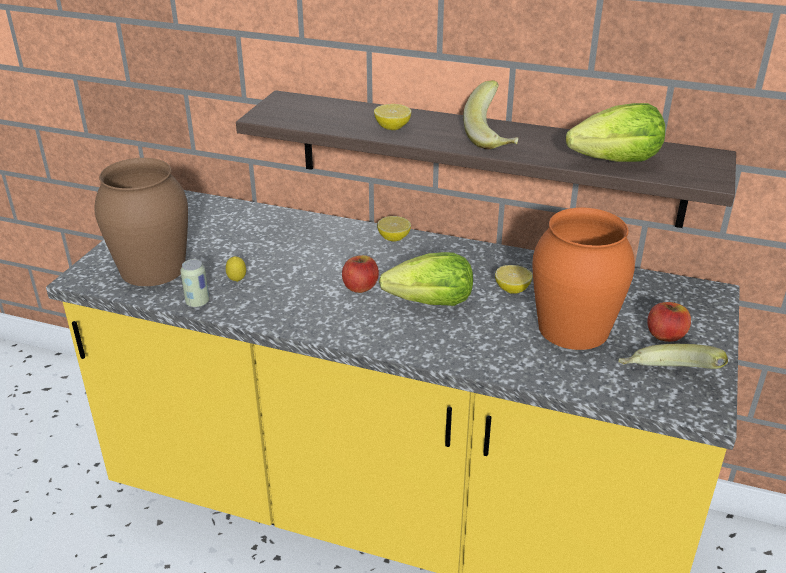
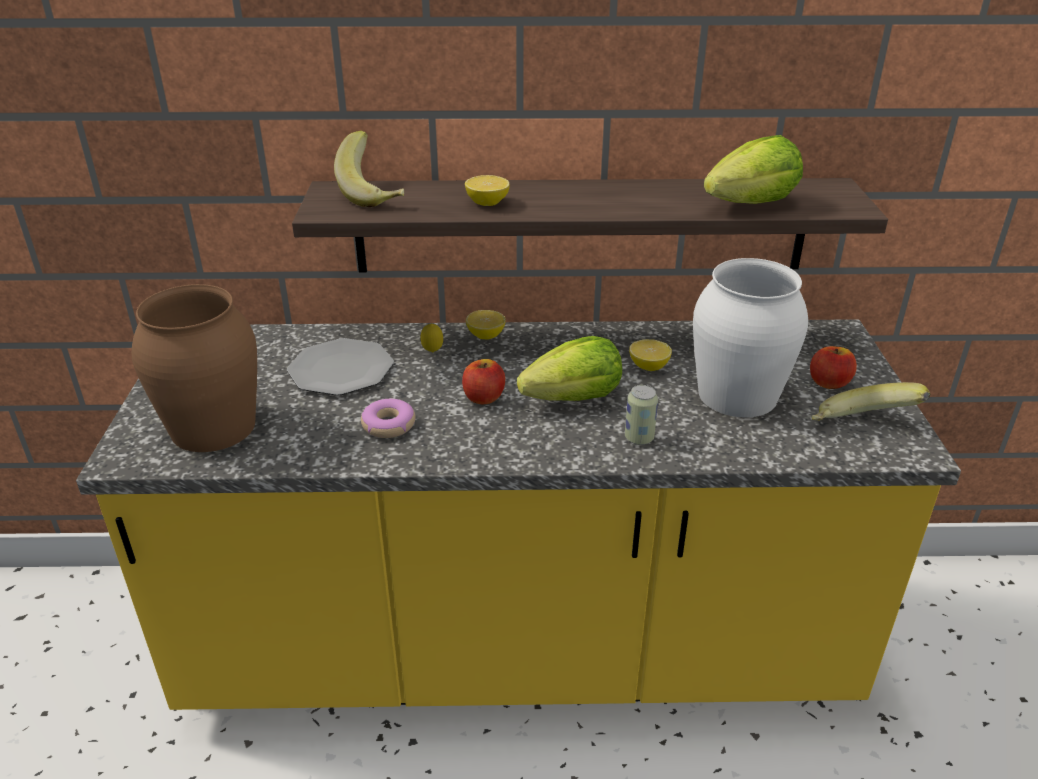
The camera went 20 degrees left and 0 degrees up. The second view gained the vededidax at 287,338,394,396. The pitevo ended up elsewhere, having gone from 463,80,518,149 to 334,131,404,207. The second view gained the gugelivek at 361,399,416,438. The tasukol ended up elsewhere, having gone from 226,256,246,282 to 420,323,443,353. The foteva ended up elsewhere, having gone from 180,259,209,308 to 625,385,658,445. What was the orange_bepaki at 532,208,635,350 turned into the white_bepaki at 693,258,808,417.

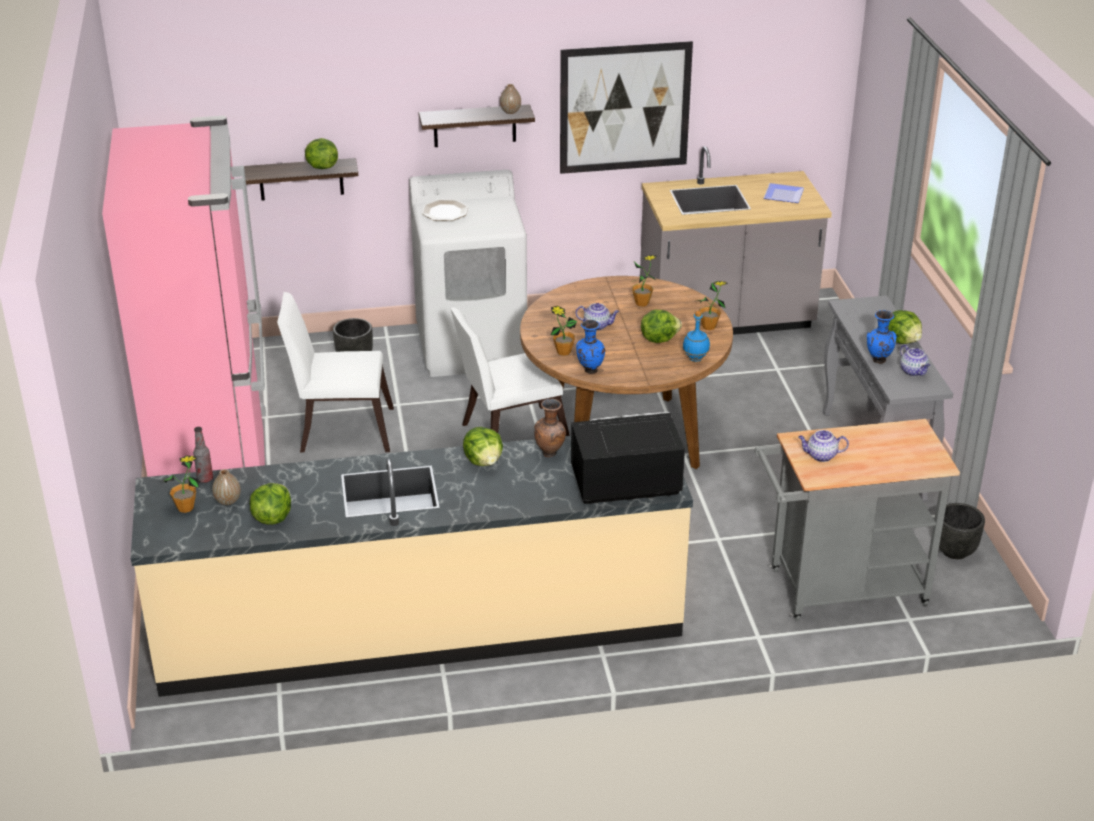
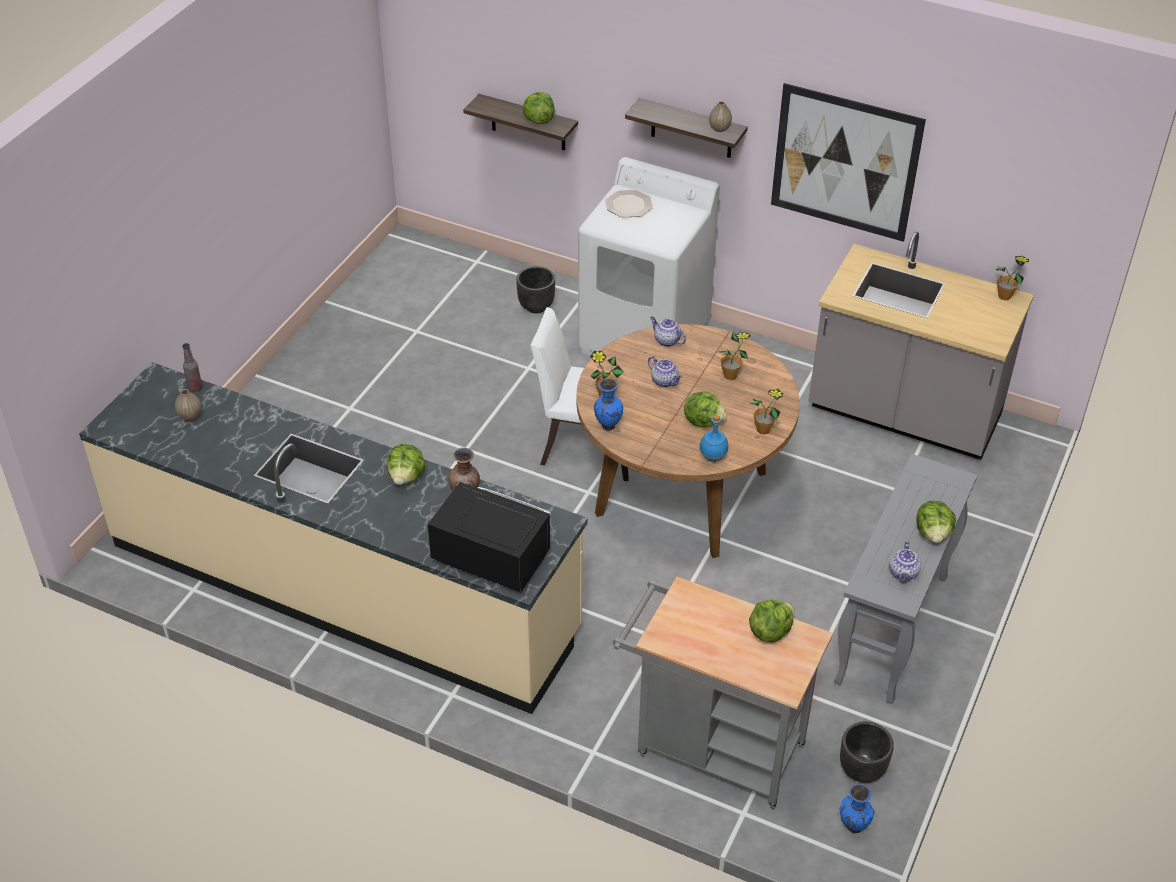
The camera went 35 degrees right and 10 degrees up. The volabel ended up elsewhere, having gone from 798,430,849,462 to 650,316,686,347. The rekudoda ended up elsewhere, having gone from 250,483,291,525 to 749,599,795,643. The blue_bepaki ended up elsewhere, having gone from 867,310,897,363 to 839,783,875,833. The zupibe ended up elsewhere, having gone from 164,456,199,513 to 996,255,1029,300. The second view lost the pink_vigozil at 102,116,266,477. The second view lost the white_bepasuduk at 277,292,394,452. The second view lost the vededidax at 764,183,804,203.

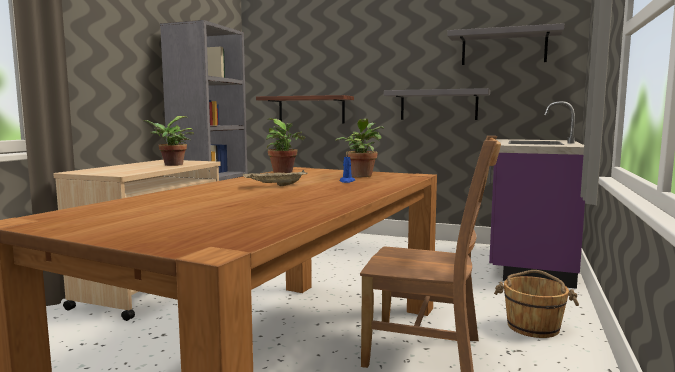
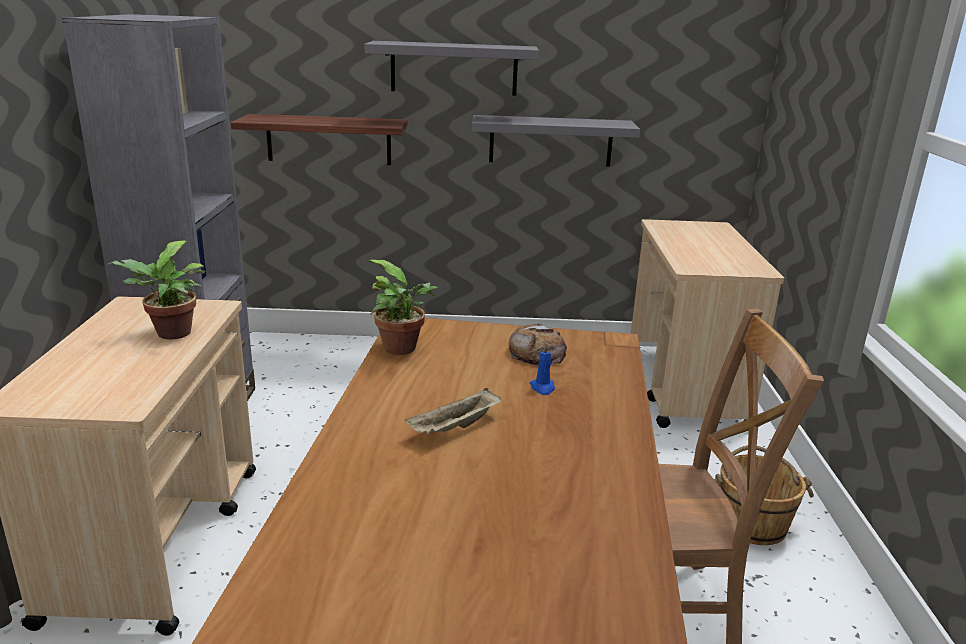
The camera went 20 degrees left and 15 degrees up. The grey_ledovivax ended up elsewhere, having gone from 447,23,564,65 to 364,41,539,96. Where the zupibe stood at 335,119,384,177, the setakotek came to stand at 509,323,567,365. Where the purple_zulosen stood at 489,101,585,289, the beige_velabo came to stand at 631,219,784,428.

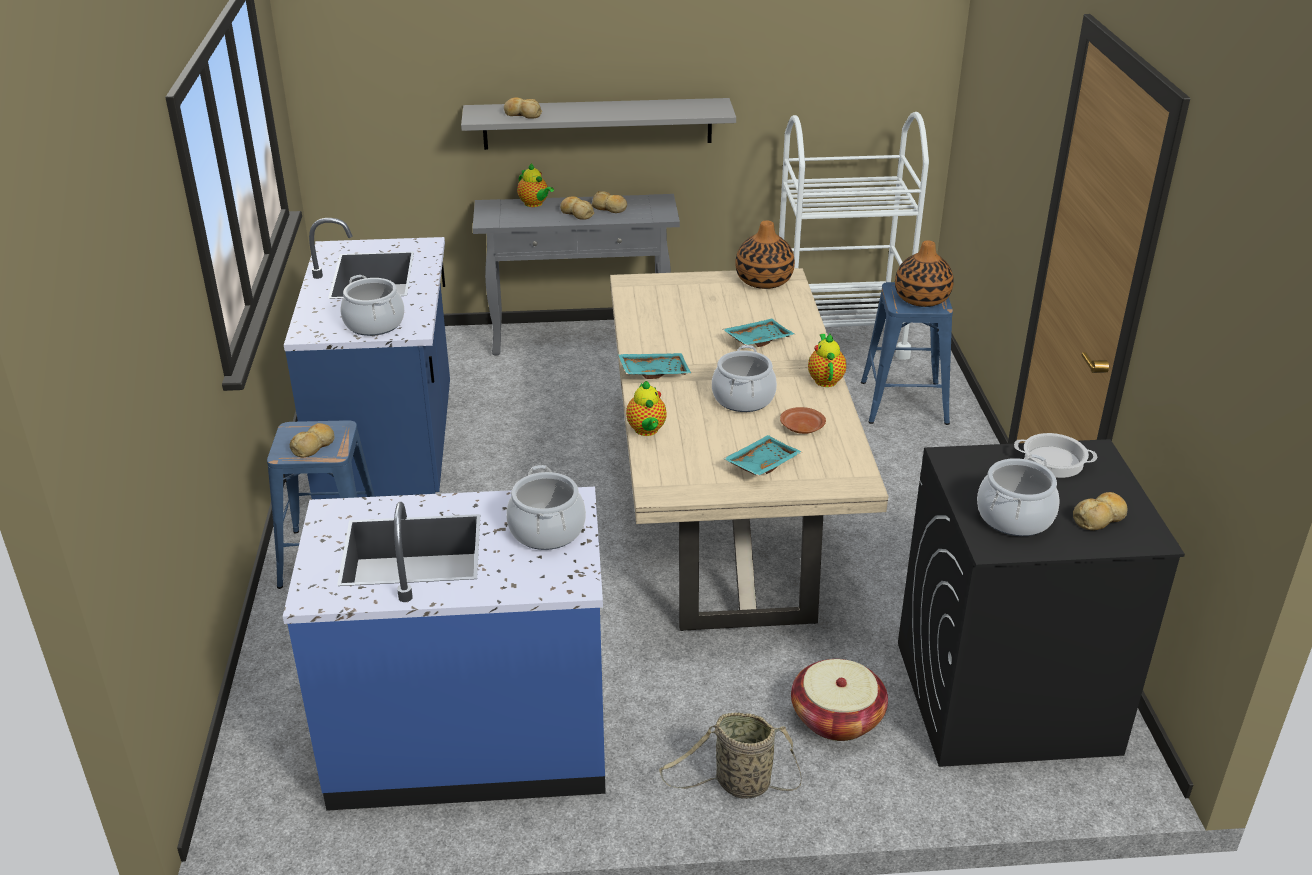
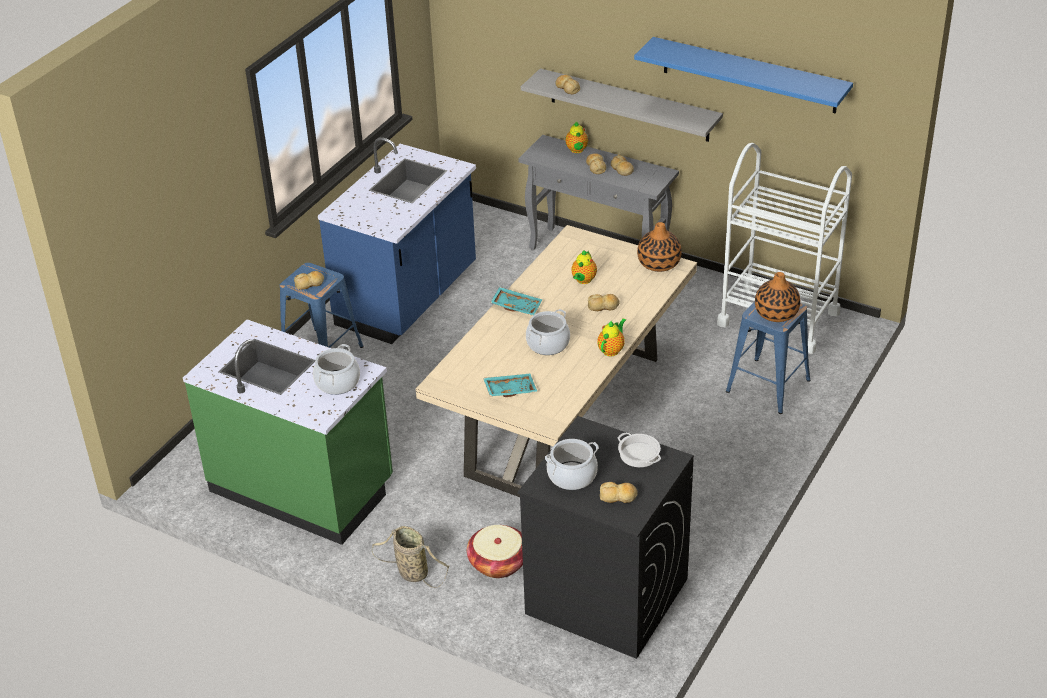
The camera went 35 degrees right and 5 degrees up. What was the blue_zulosen at 283,487,606,811 turned into the green_zulosen at 183,319,393,545. The volabel ended up elsewhere, having gone from 626,381,667,436 to 571,250,597,284. Where the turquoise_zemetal stood at 723,319,796,347, the setakotek came to stand at 588,294,619,311. The second view gained the blue_ledovivax at 634,37,853,114. The second view lost the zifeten at 341,275,404,336. The second view lost the brown_vededidax at 780,407,826,434.

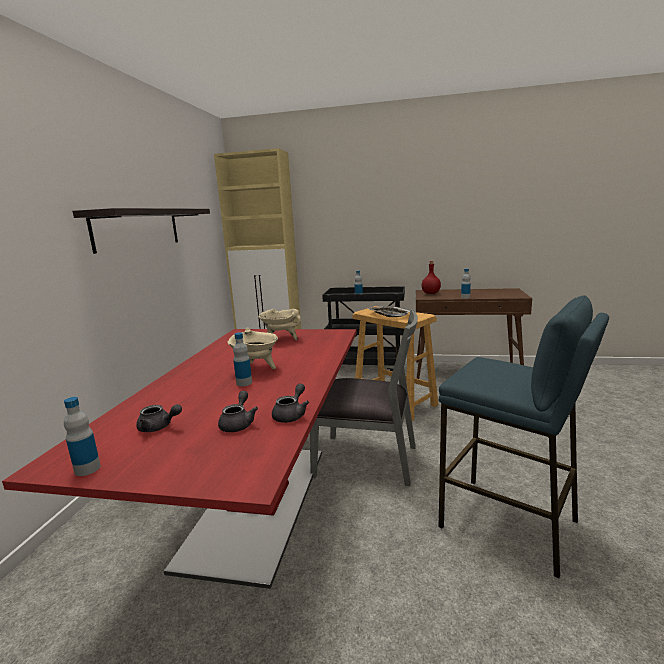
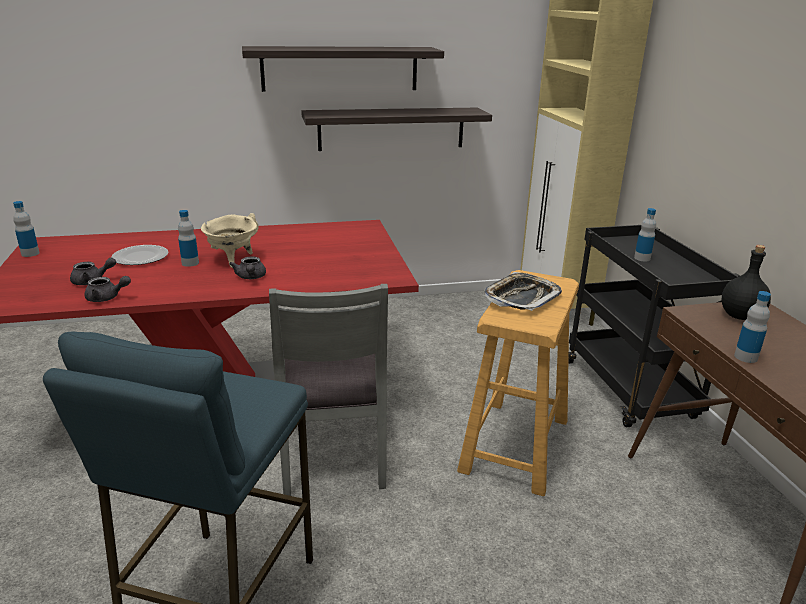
The camera went 65 degrees right and 10 degrees up. The second view gained the vededidax at 111,245,169,265. The grey_volabel ended up elsewhere, having gone from 136,404,182,432 to 230,256,266,279. The second view gained the ledovivax at 301,108,492,151. What was the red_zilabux at 422,261,441,294 turned into the black_zilabux at 722,245,771,320. The second view lost the beige_zifeten at 258,309,301,340.

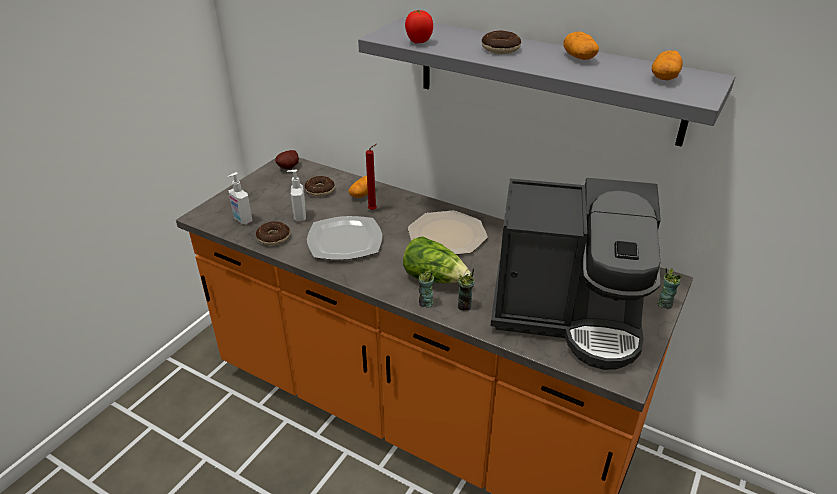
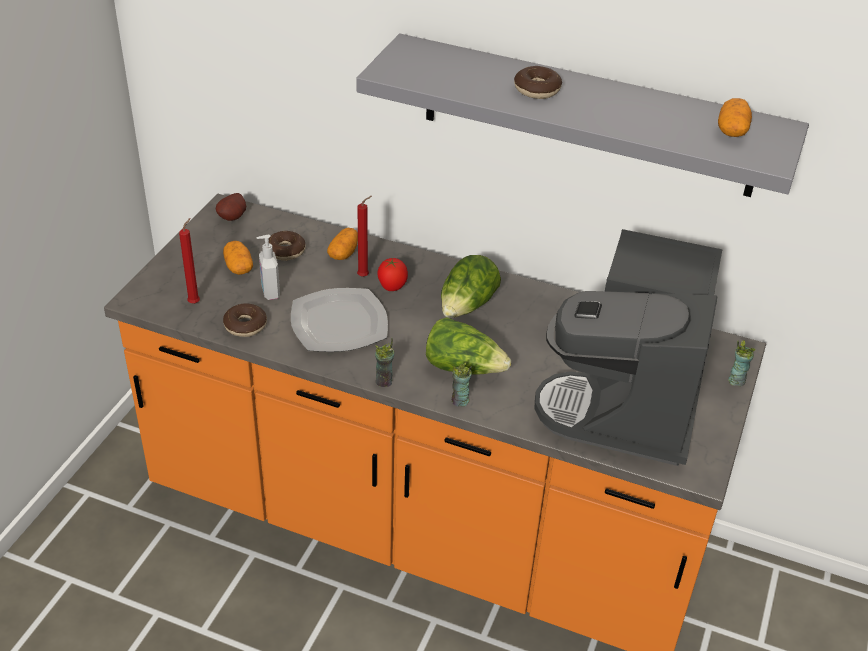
The camera went 10 degrees left and 5 degrees up. Where the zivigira stood at 228,172,253,224, the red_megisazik came to stand at 179,218,200,304. The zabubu ended up elsewhere, having gone from 564,31,599,60 to 223,241,253,275. The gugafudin ended up elsewhere, having gone from 458,269,475,311 to 375,338,394,387. The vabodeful ended up elsewhere, having gone from 405,10,433,43 to 377,258,408,291. Where the vededidax stood at 408,211,488,255, the rekudoda came to stand at 441,255,501,318. The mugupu at 490,178,661,370 ended up facing another way, 105 degrees clockwise from before.

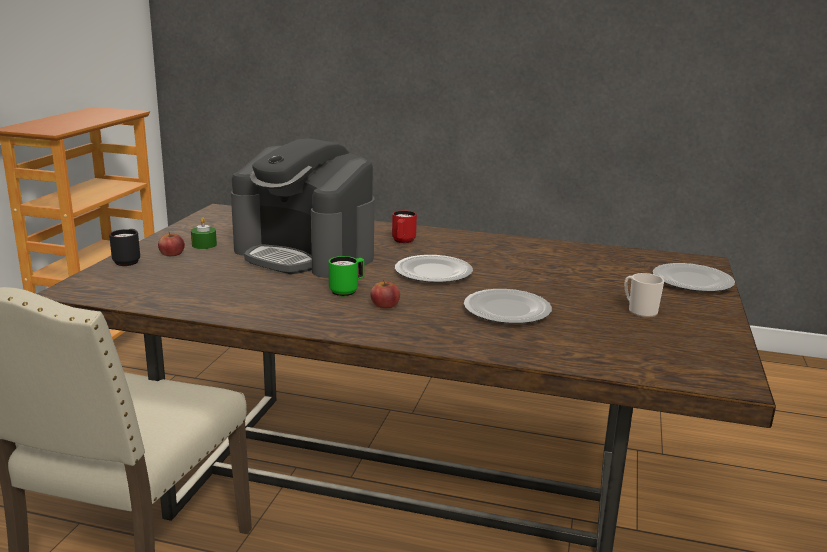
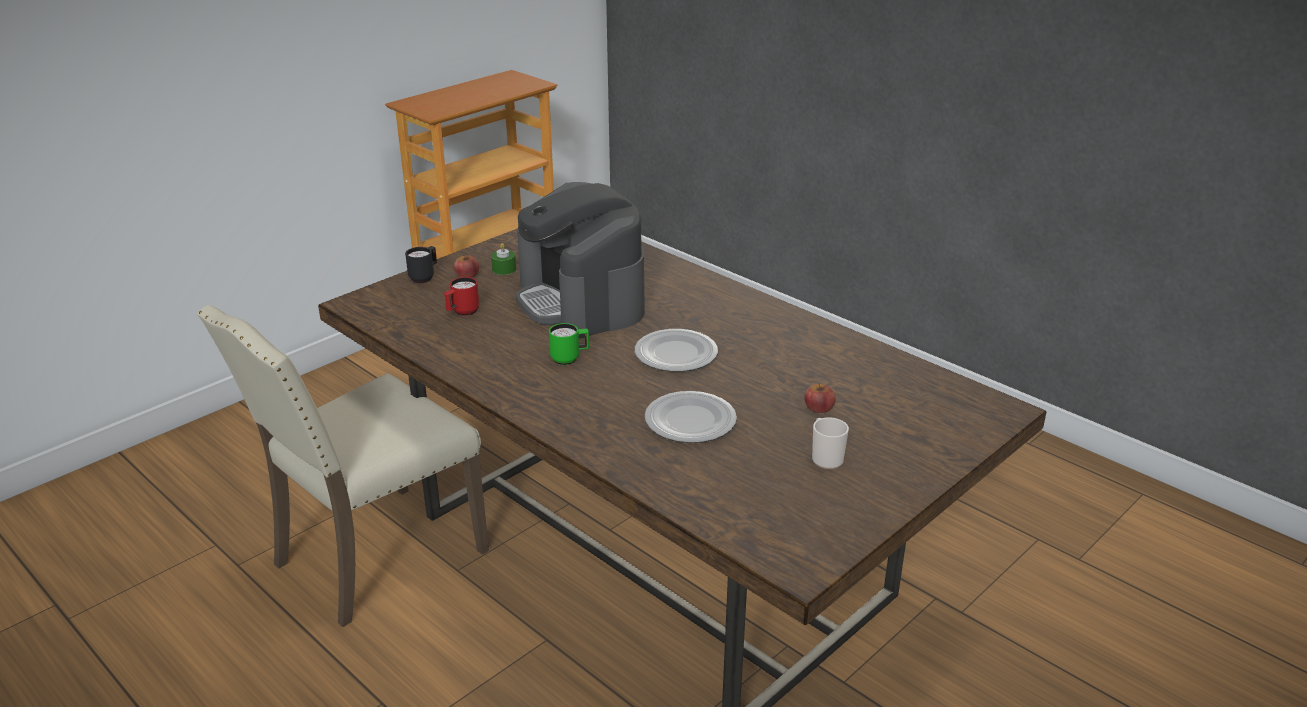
The camera went 30 degrees right and 10 degrees up. The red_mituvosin ended up elsewhere, having gone from 392,211,417,243 to 444,277,479,316. The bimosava ended up elsewhere, having gone from 370,280,400,308 to 804,383,836,413. The second view lost the vededidax at 653,263,735,292.

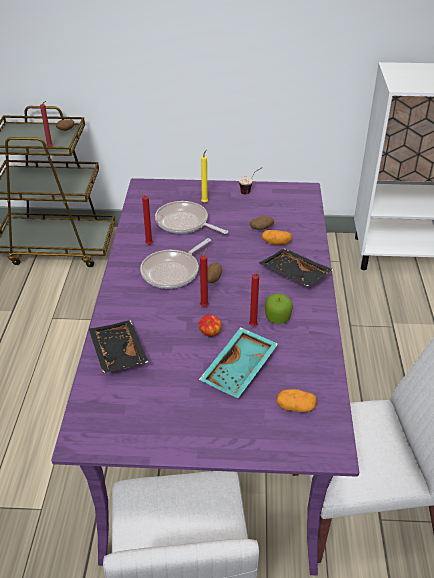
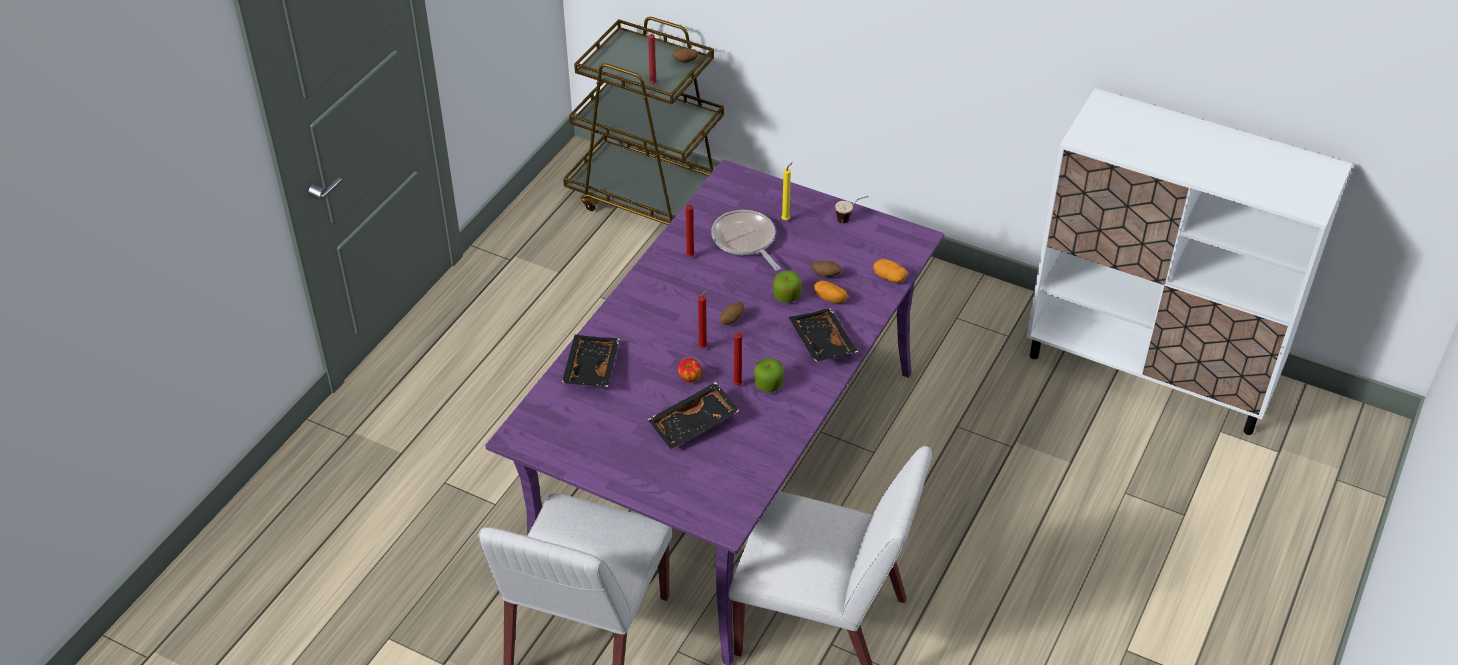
The camera went 25 degrees right and 5 degrees up. What was the turquoise_zemetal at 199,327,278,398 turned into the black_zemetal at 647,382,740,449. The second view gained the bimosava at 773,270,802,303. The zabubu ended up elsewhere, having gone from 277,389,317,412 to 873,259,908,283. The second view lost the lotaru at 140,238,211,289.

